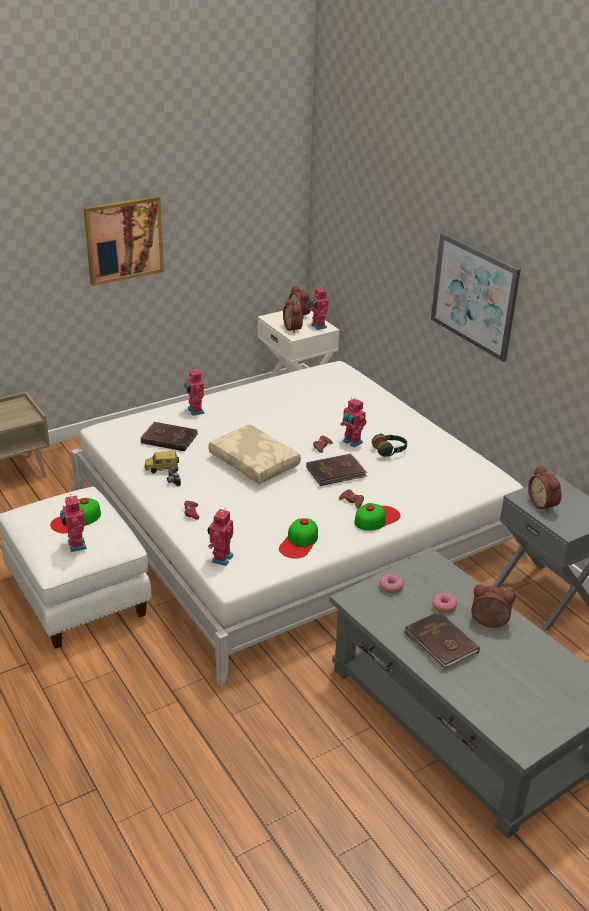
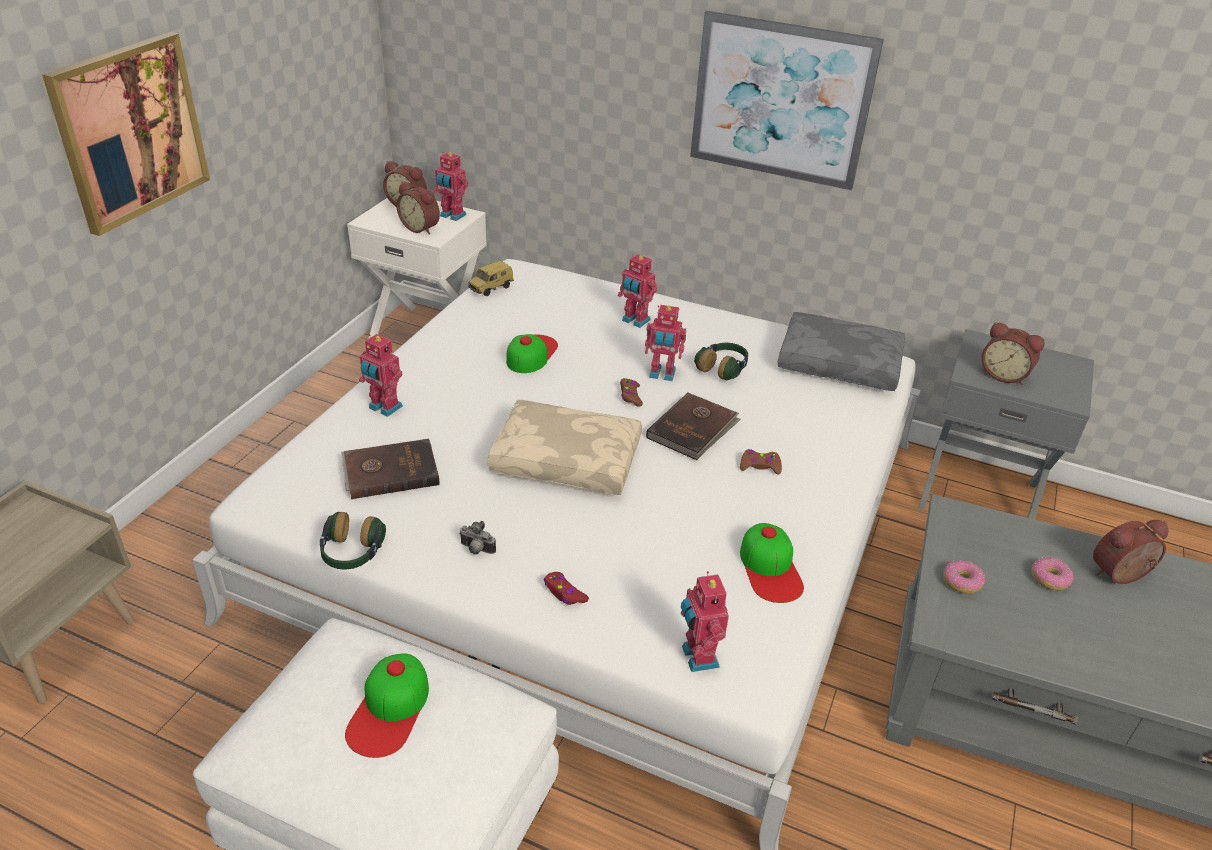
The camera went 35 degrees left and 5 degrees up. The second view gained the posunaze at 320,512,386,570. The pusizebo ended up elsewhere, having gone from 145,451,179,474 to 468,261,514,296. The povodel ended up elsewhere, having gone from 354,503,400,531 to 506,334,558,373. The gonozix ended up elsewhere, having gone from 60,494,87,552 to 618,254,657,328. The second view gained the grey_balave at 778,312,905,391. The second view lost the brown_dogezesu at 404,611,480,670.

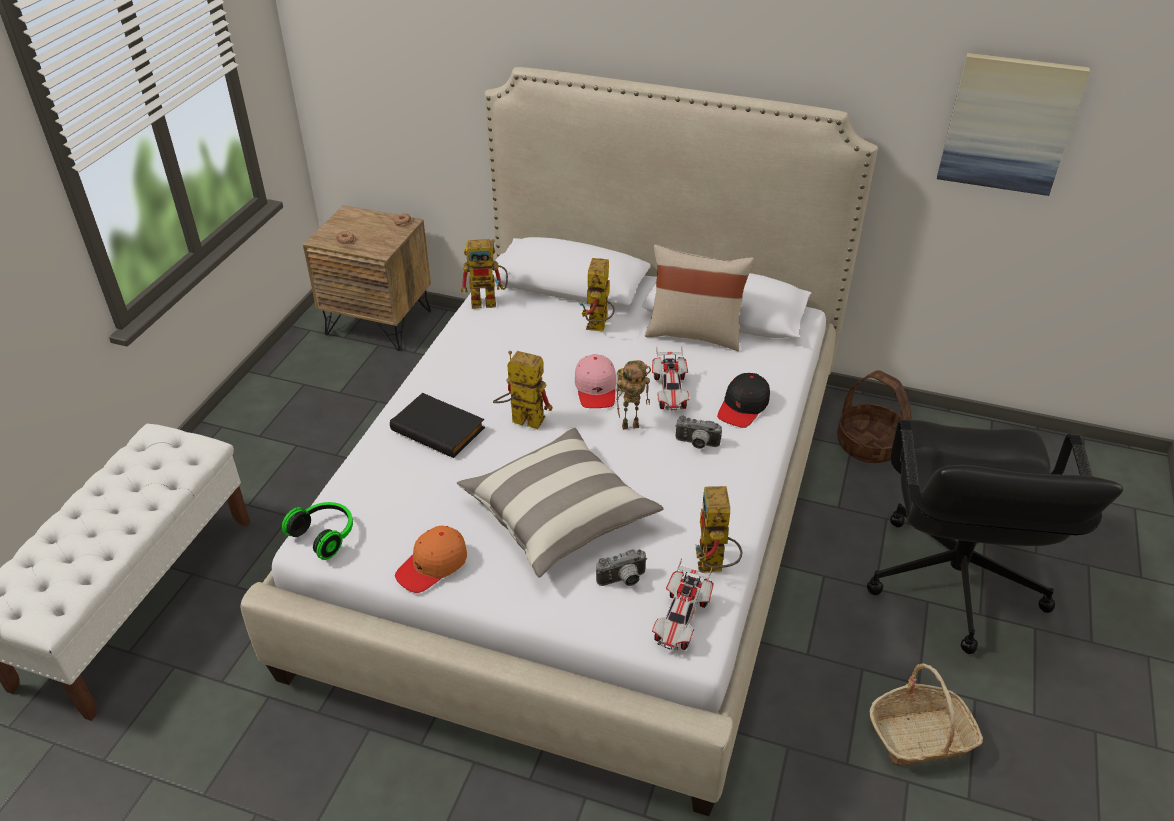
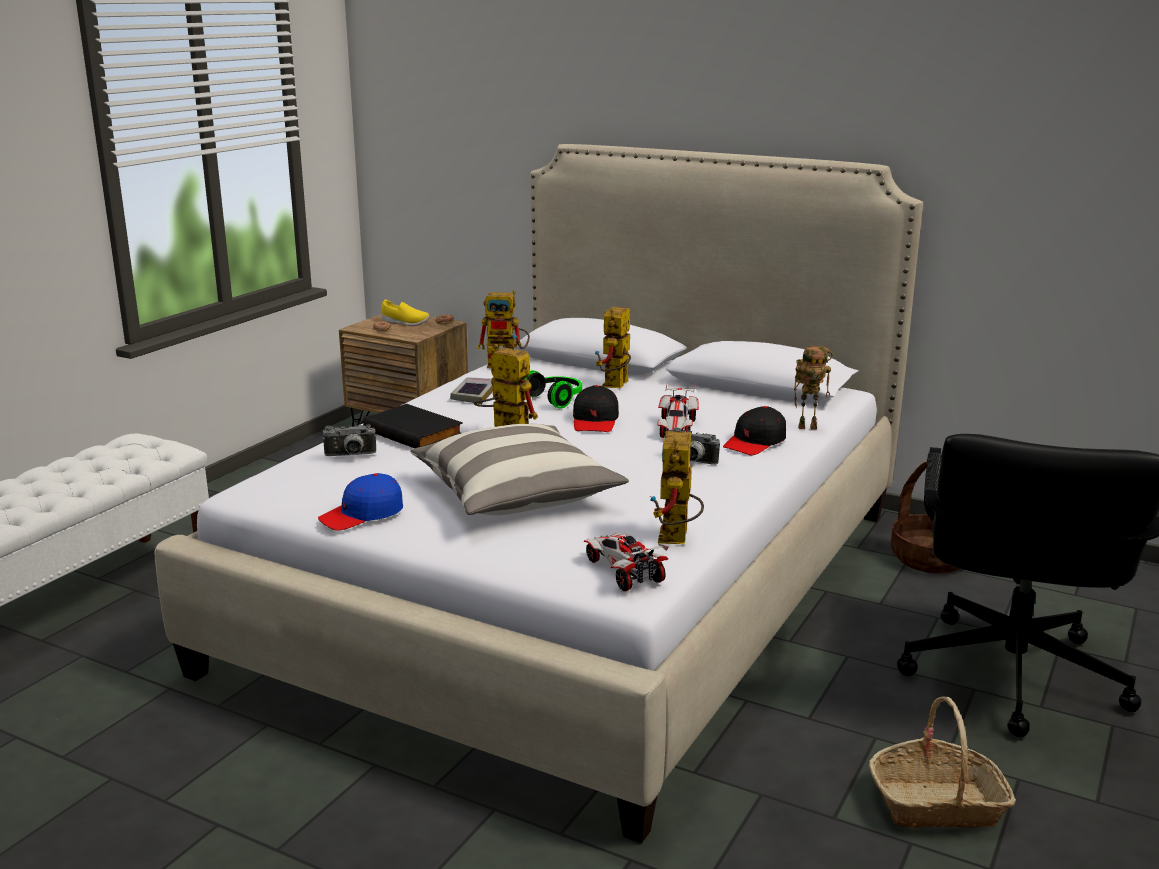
The camera went 10 degrees right and 20 degrees down. What was the orange_povodel at 395,526,467,593 turned into the blue_povodel at 318,473,403,531. The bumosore ended up elsewhere, having gone from 596,549,647,586 to 322,425,376,456. The second view gained the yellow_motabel at 381,300,430,326. The second view gained the dogezesu at 450,377,493,404. The posunaze ended up elsewhere, having gone from 281,502,353,560 to 525,370,582,409. What was the pink_povodel at 575,354,616,408 turned into the black_povodel at 573,385,619,432. The pusizebo at 652,558,714,651 ended up facing another way, 120 degrees clockwise from before. The gonozix ended up elsewhere, having gone from 616,360,651,430 to 794,346,833,429. The second view lost the beige_balave at 645,244,754,351. The second view lost the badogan at 937,53,1090,196.

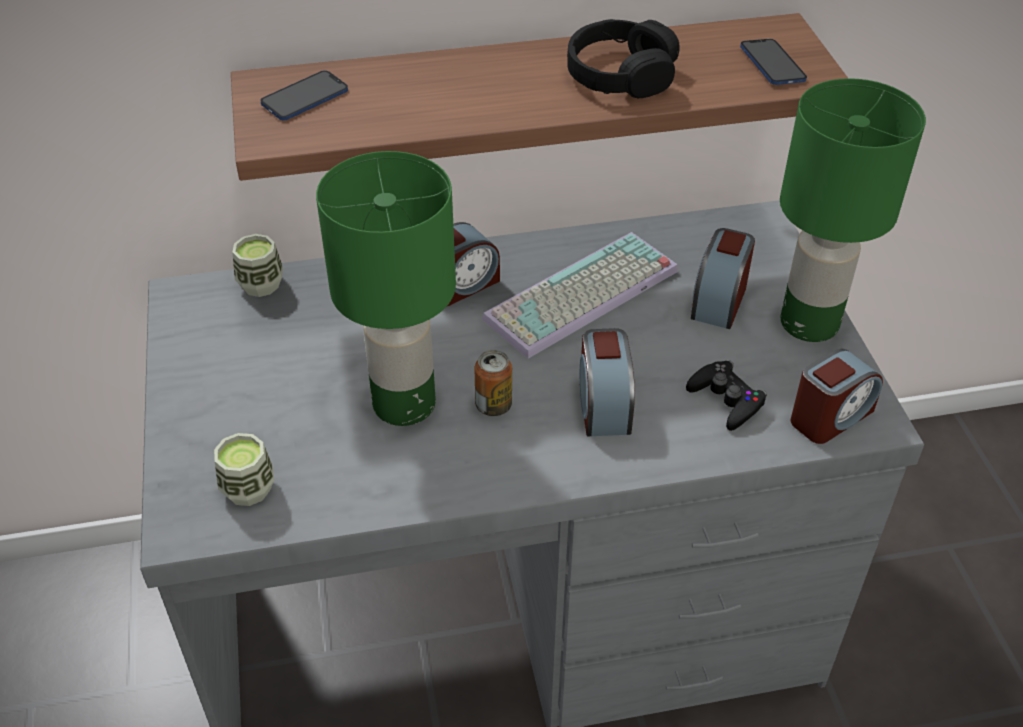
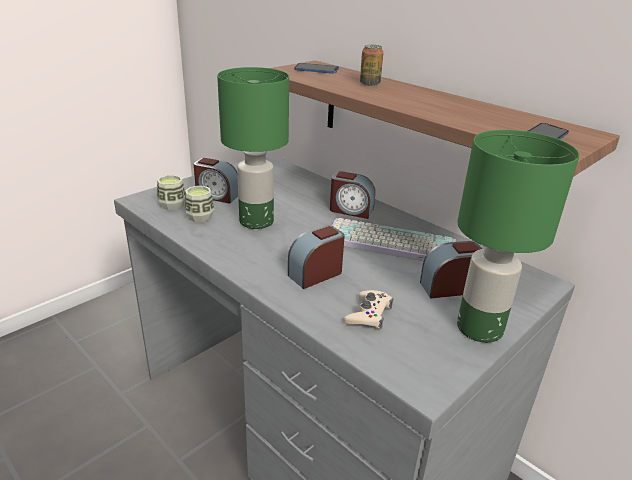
The camera went 55 degrees right and 15 degrees down. The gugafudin ended up elsewhere, having gone from 232,234,283,297 to 185,186,214,222. The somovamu ended up elsewhere, having gone from 791,349,883,444 to 194,158,238,204. What was the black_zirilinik at 686,361,767,431 turned into the beige_zirilinik at 344,290,393,329. The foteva ended up elsewhere, having gone from 475,350,512,416 to 360,45,383,86. The second view lost the black_posunaze at 567,19,680,98.

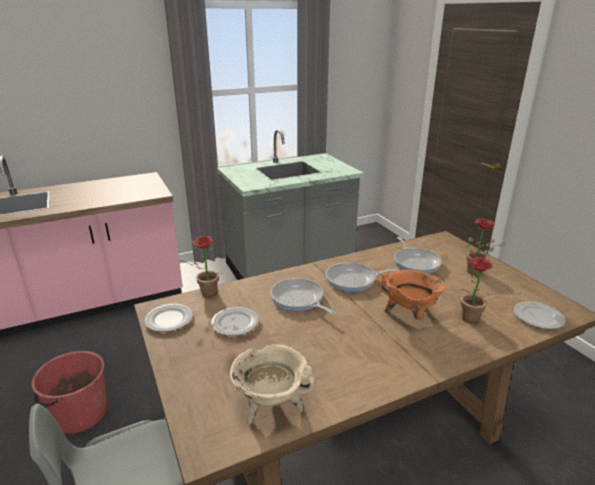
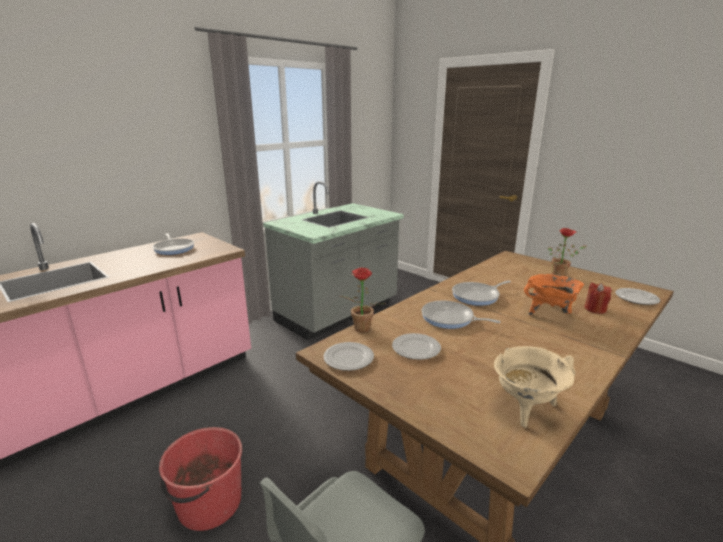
The camera went 20 degrees left and 5 degrees down. The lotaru ended up elsewhere, having gone from 394,237,442,273 to 152,233,194,255. Where the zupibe stood at 458,257,502,323, the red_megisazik came to stand at 585,282,611,314.

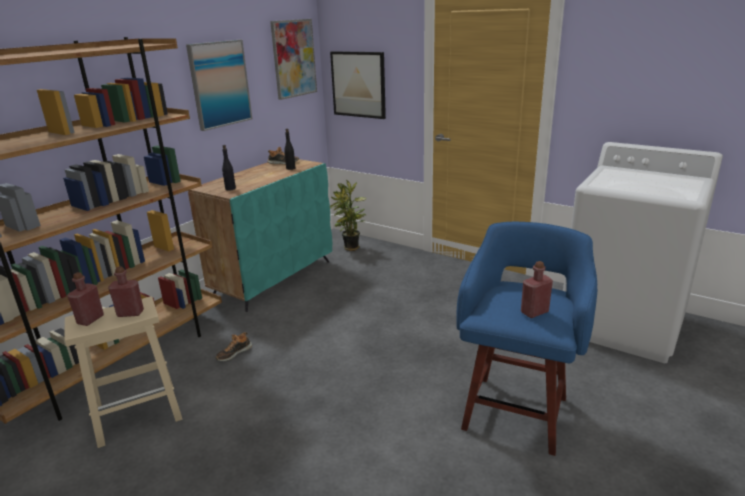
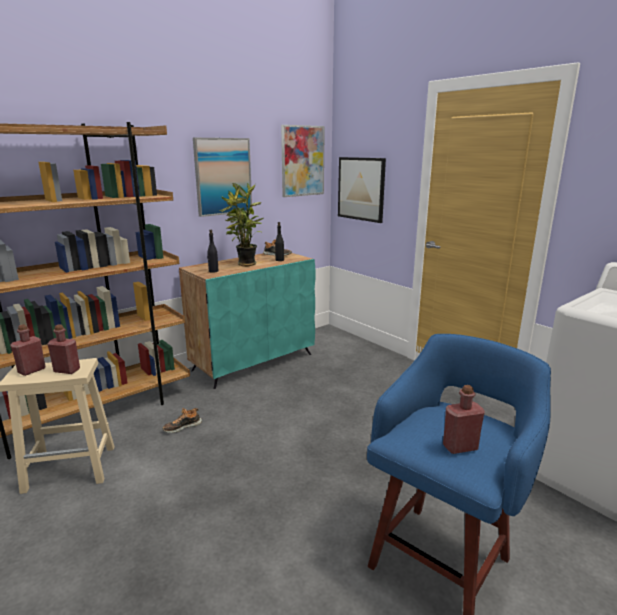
The camera went 15 degrees right and 5 degrees down. The zupibe ended up elsewhere, having gone from 330,180,367,251 to 220,183,263,266.

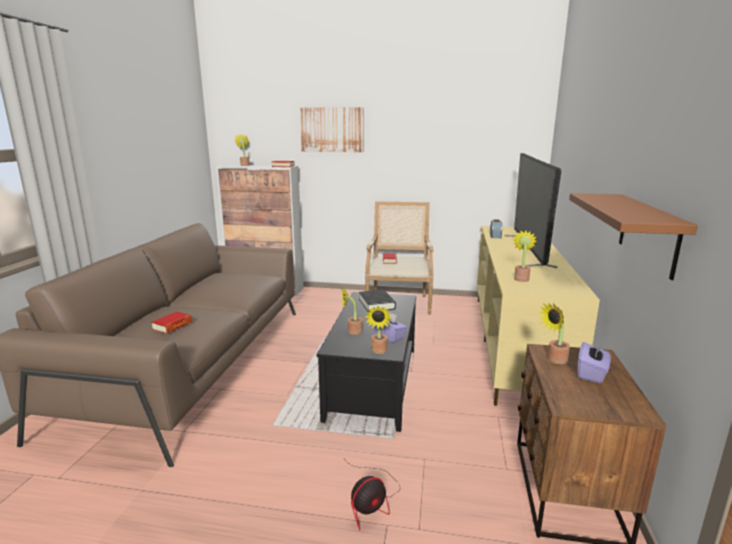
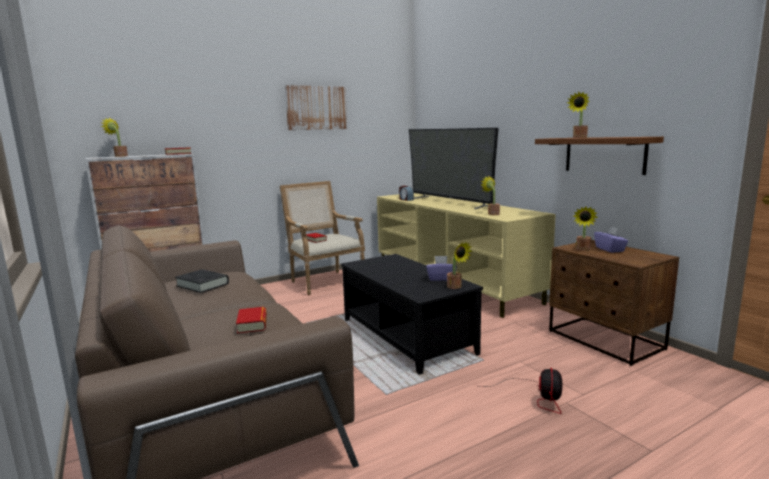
The camera went 40 degrees left and 5 degrees down. The black_dogezesu ended up elsewhere, having gone from 359,290,396,312 to 175,269,229,293. The badogan ended up elsewhere, having gone from 300,107,364,152 to 285,85,347,130. The zupibe ended up elsewhere, having gone from 340,286,363,335 to 567,91,590,138.

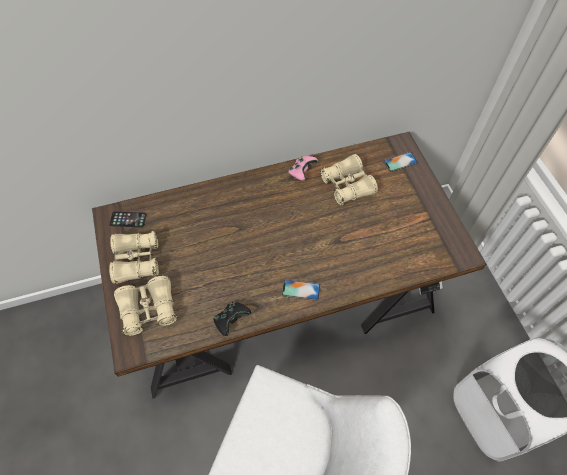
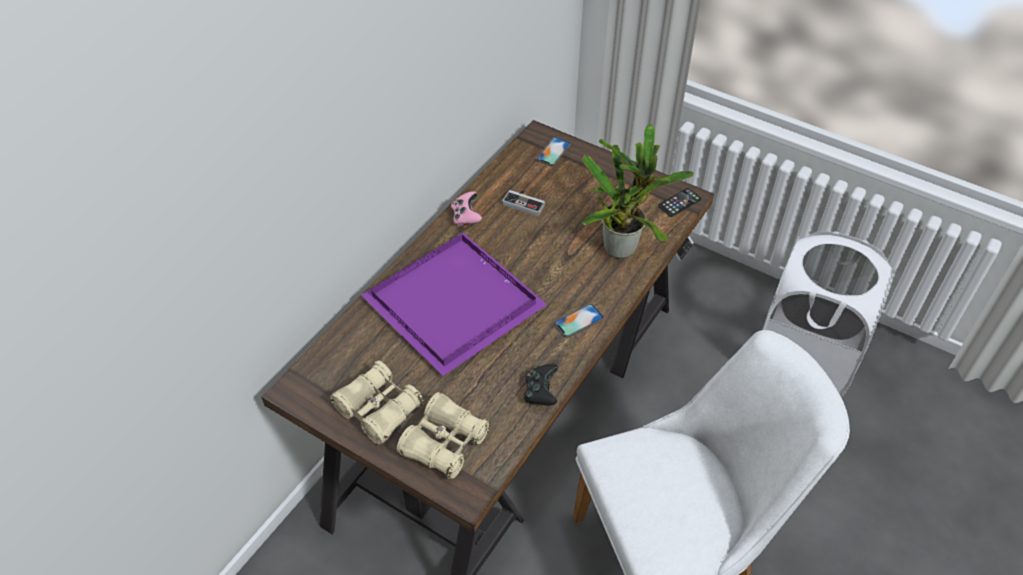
The camera went 40 degrees left and 10 degrees down. The second view gained the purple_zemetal at 361,233,547,376. Where the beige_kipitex stood at 320,154,378,206, the zirilinik came to stand at 502,190,545,216. The second view gained the zupibe at 582,124,694,259. The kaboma ended up elsewhere, having gone from 109,212,146,228 to 658,188,701,217.

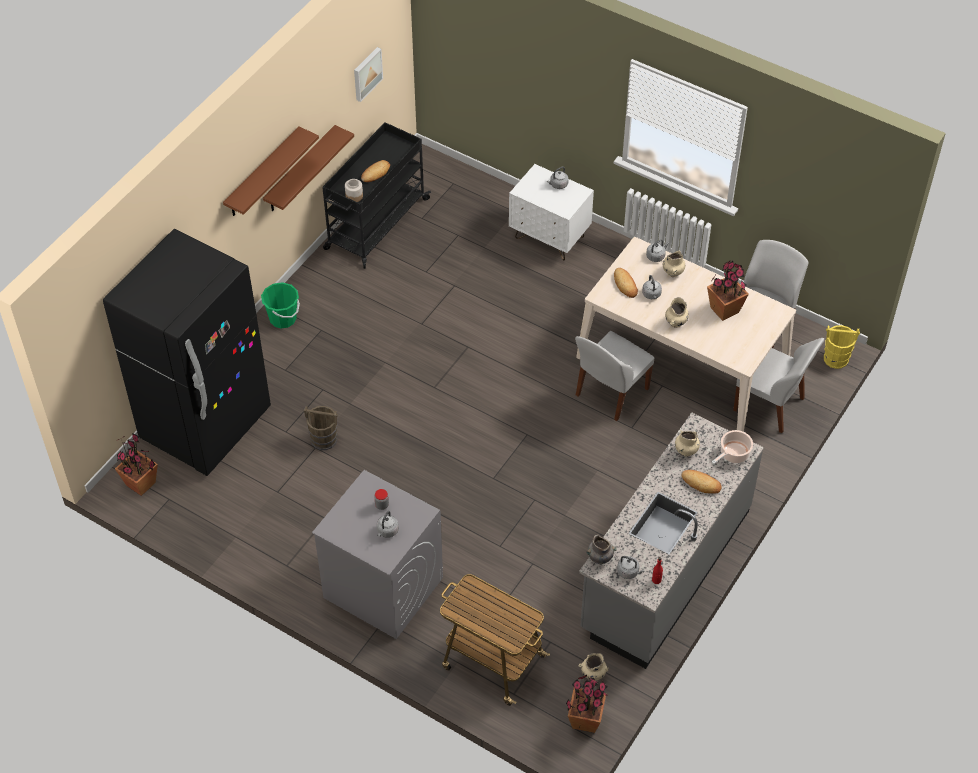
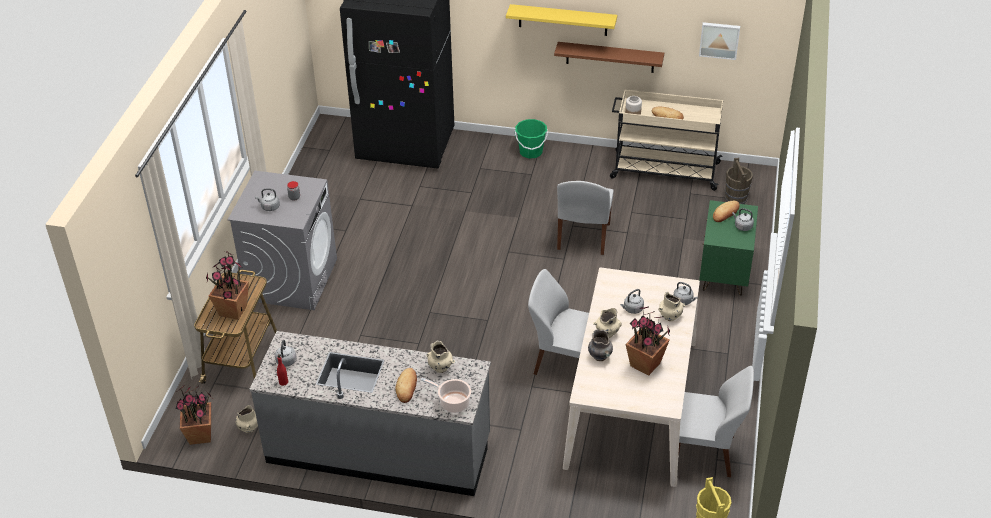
The camera went 70 degrees right and 10 degrees down. The zupibe ended up elsewhere, having gone from 115,434,158,496 to 206,251,249,320. What was the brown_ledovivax at 223,127,319,216 turned into the yellow_ledovivax at 506,4,617,36. The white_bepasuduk ended up elsewhere, having gone from 733,338,824,433 to 557,181,614,255. The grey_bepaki ended up elsewhere, having gone from 586,535,617,564 to 588,330,613,361. What was the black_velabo at 322,122,431,269 turned into the beige_velabo at 610,90,723,191. What was the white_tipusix at 509,164,594,260 turned into the green_tipusix at 699,200,758,296. The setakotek ended up elsewhere, having gone from 614,268,638,298 to 713,201,740,222. The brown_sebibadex ended up elsewhere, having gone from 304,406,338,450 to 725,157,753,204.

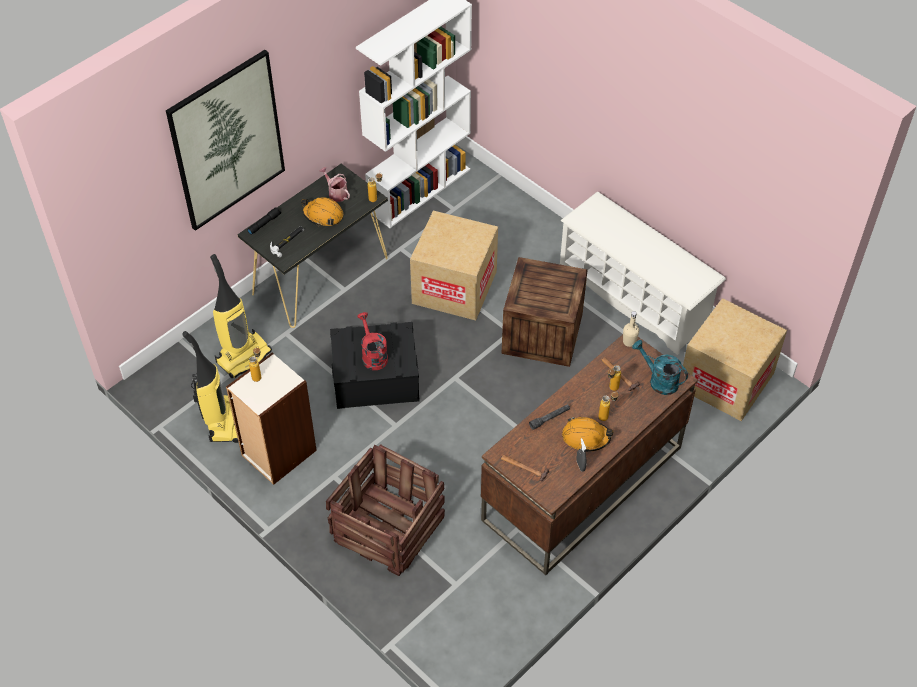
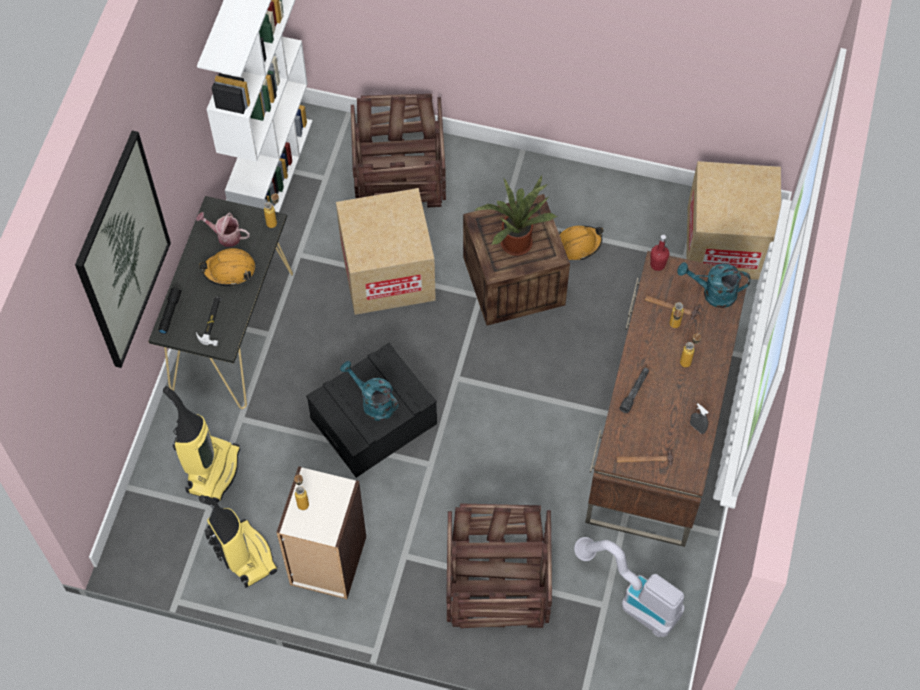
The camera went 30 degrees left and 10 degrees up. What was the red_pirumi at 357,312,388,370 turned into the turquoise_pirumi at 340,361,399,421. The second view gained the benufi at 351,94,446,208. The second view gained the zupibe at 475,175,557,256. The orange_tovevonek ended up elsewhere, having gone from 562,416,614,452 to 559,226,604,260. The second view gained the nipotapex at 574,537,684,637. What was the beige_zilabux at 623,311,639,347 turned into the red_zilabux at 650,234,669,271. The second view lost the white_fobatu at 560,192,726,355.

